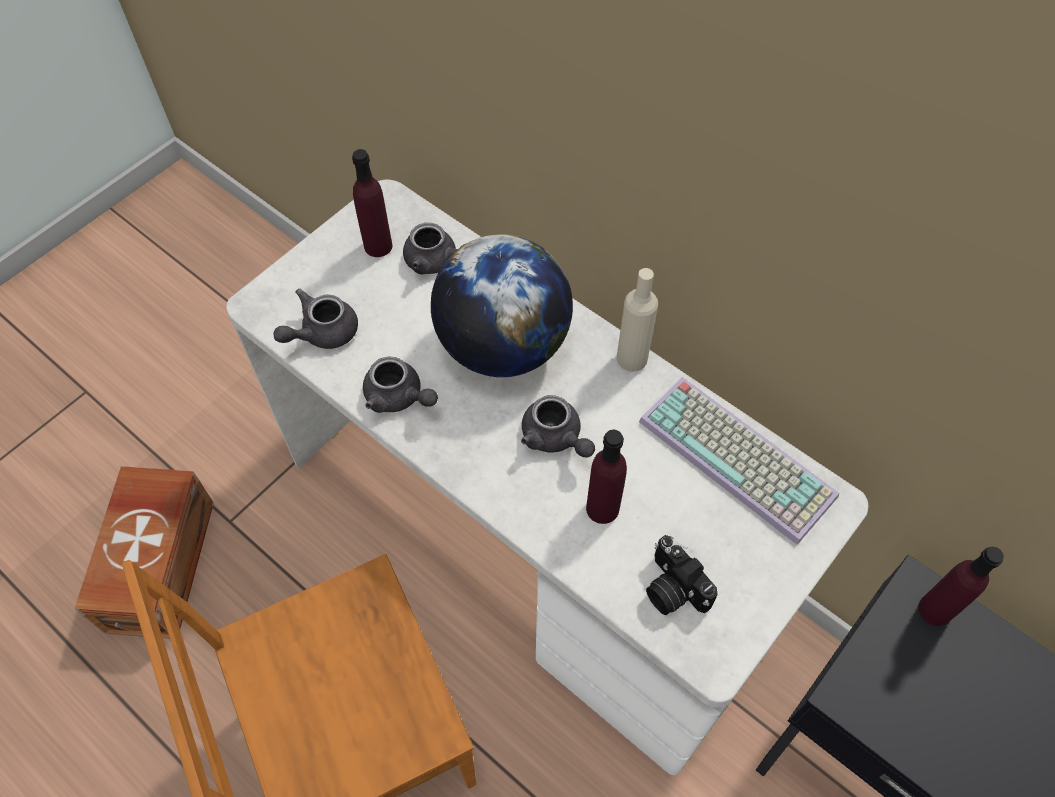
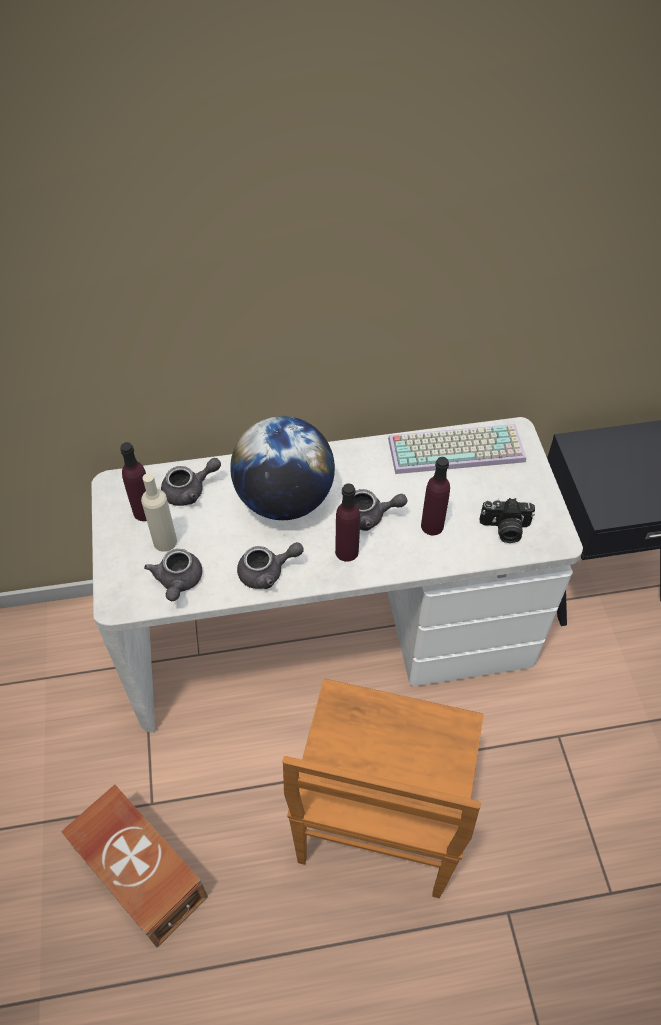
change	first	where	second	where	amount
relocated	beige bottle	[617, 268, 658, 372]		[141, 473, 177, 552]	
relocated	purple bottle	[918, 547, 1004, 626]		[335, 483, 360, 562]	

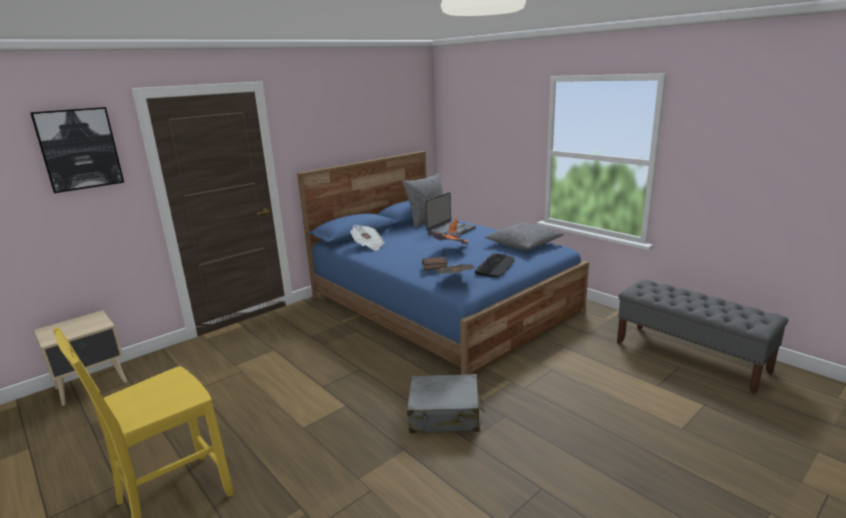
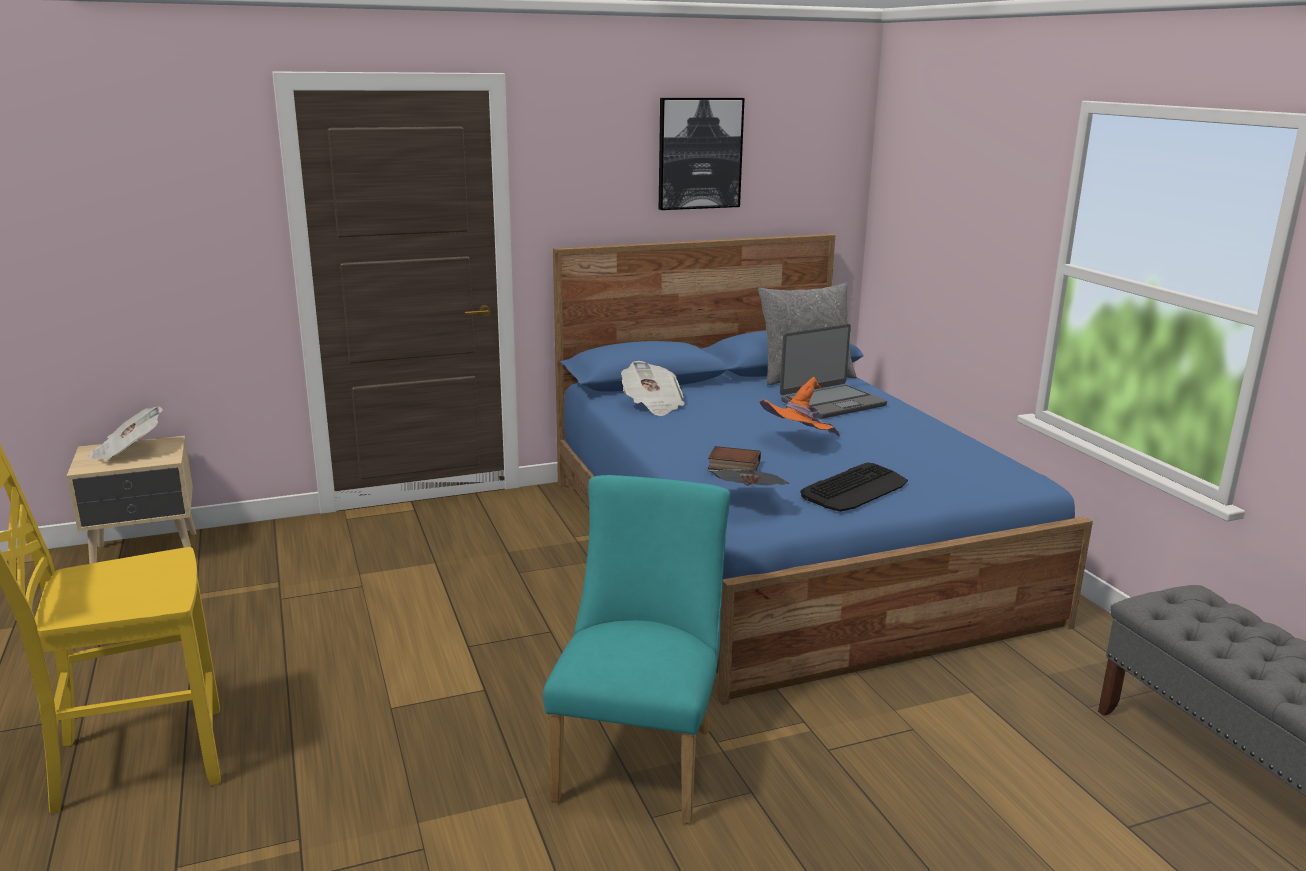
change	first	where	second	where	amount
missing	grey pillow	[485, 223, 564, 250]			
appeared			newspaper	[88, 407, 163, 461]	
relocated	picture	[30, 107, 124, 193]		[659, 98, 745, 210]	
exchanged	grey suitcase	[407, 374, 485, 433]	turquoise chair	[543, 475, 730, 823]	

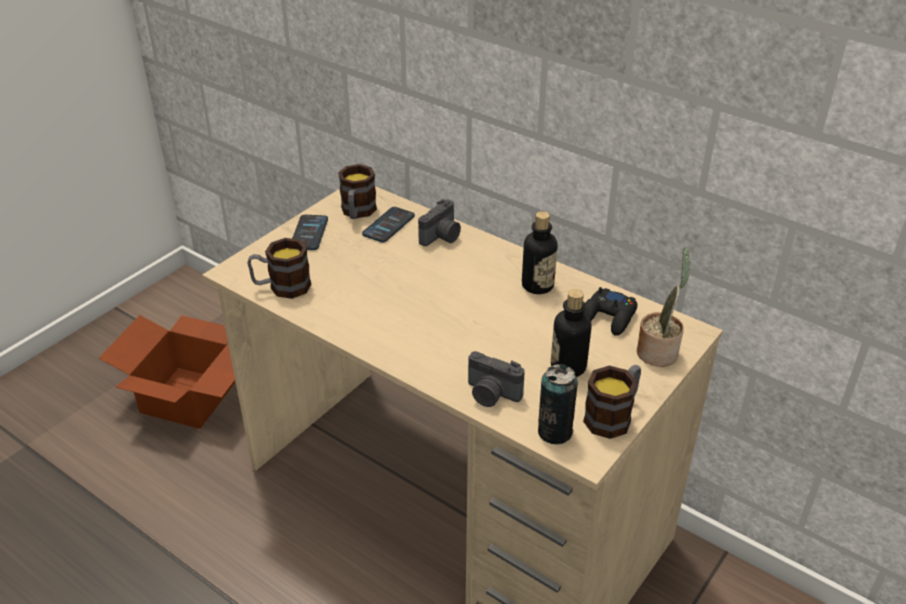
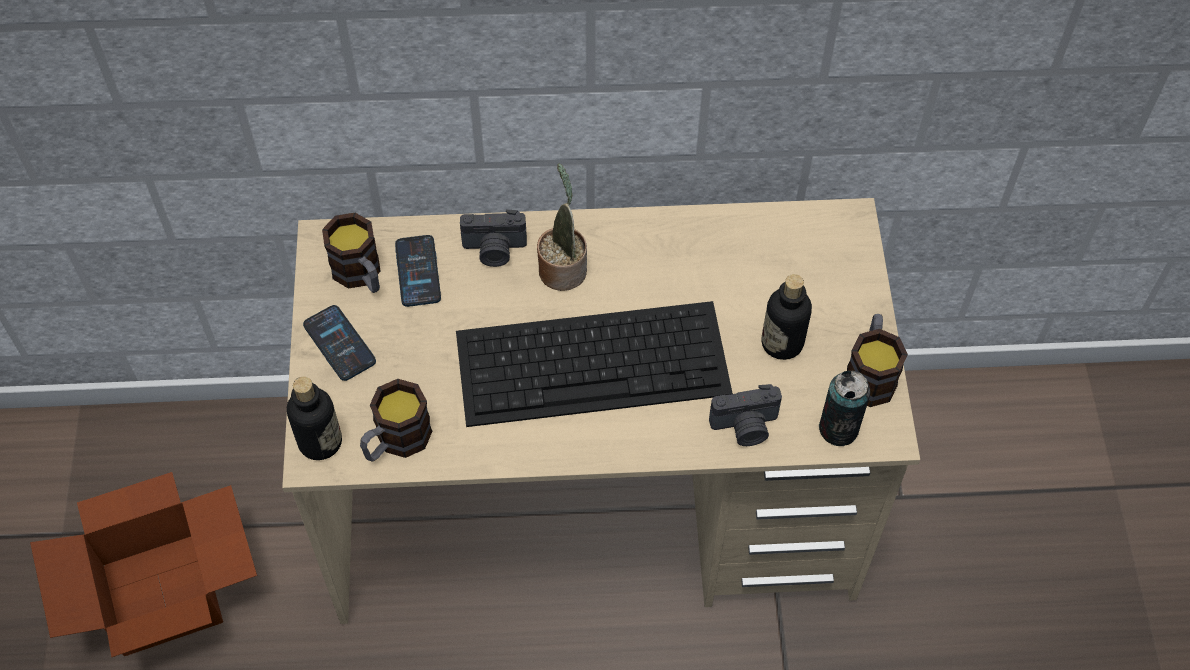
change	first	where	second	where	amount
missing	black game controller	[584, 287, 637, 336]			
appeared			keyboard	[456, 301, 733, 427]	
relocated	bottle	[522, 211, 557, 294]		[287, 377, 342, 460]	
relocated	potted plant	[637, 247, 691, 367]		[537, 163, 587, 291]	
spun	photo camera	[418, 199, 461, 246]		[460, 209, 527, 267]	90 degrees clockwise

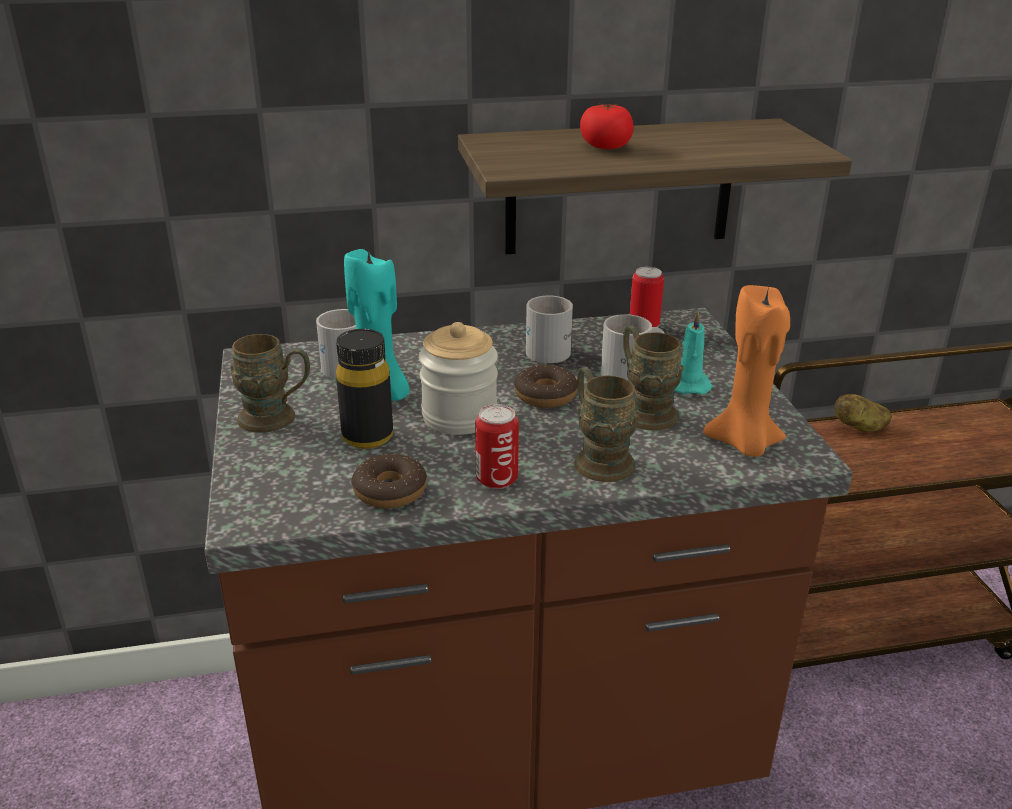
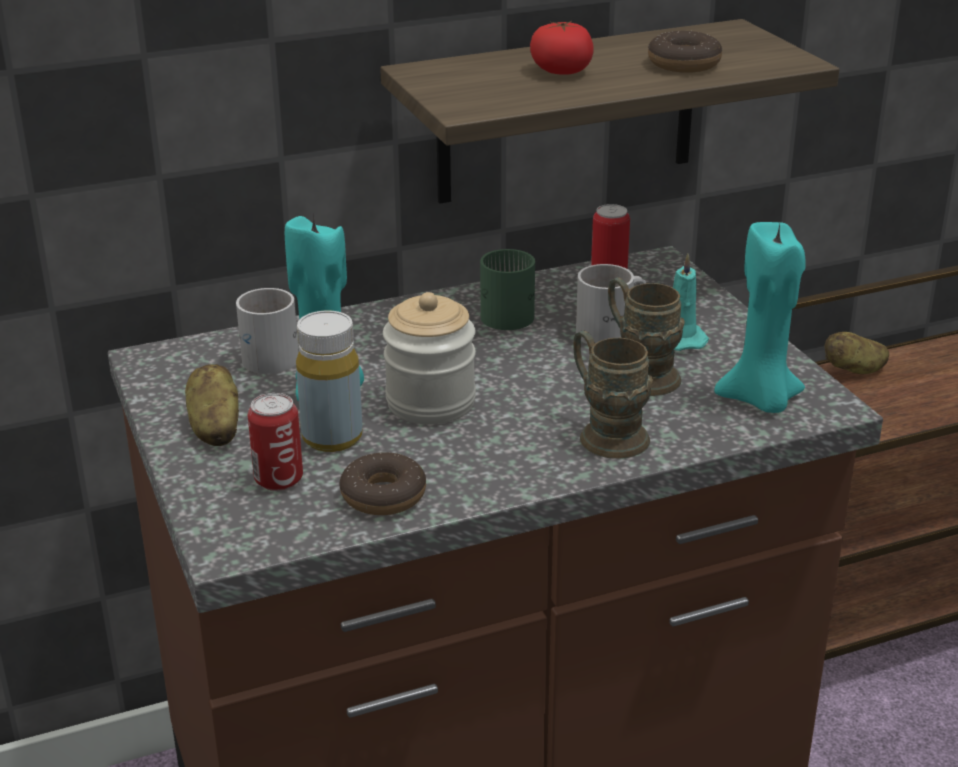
change	first	where	second	where	amount
relocated	can	[475, 404, 519, 489]		[248, 393, 303, 491]	
relocated	donut	[514, 365, 578, 408]		[648, 31, 722, 73]	
exchanged	brown mug	[231, 334, 310, 433]	potato	[185, 364, 239, 446]	
colour	black bottle	[336, 329, 393, 449]	yellow bottle	[296, 311, 363, 452]	
colour	white mug	[526, 295, 573, 363]	green mug	[480, 249, 535, 330]	
colour	orange candle	[703, 285, 790, 457]	turquoise candle	[714, 222, 806, 413]	

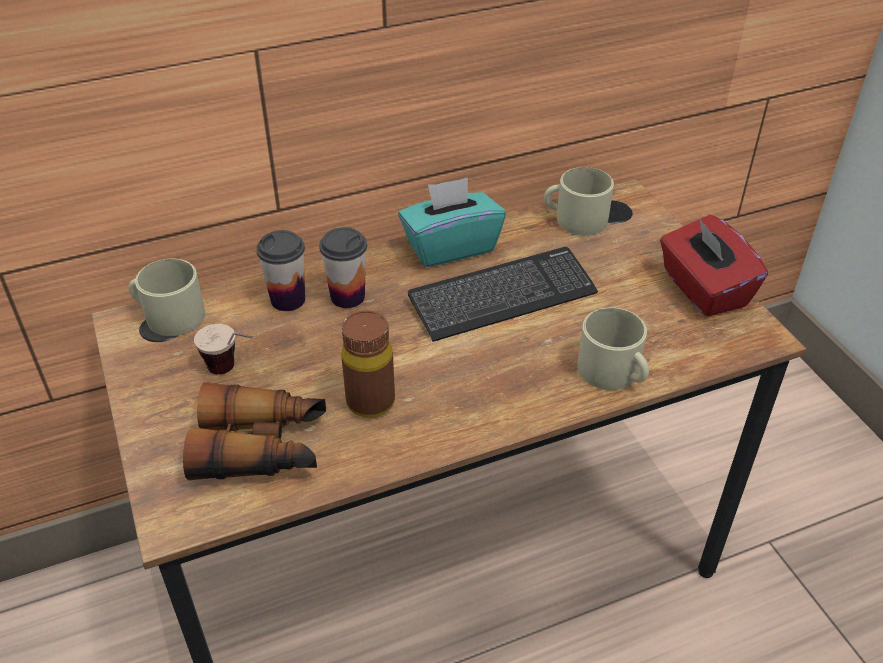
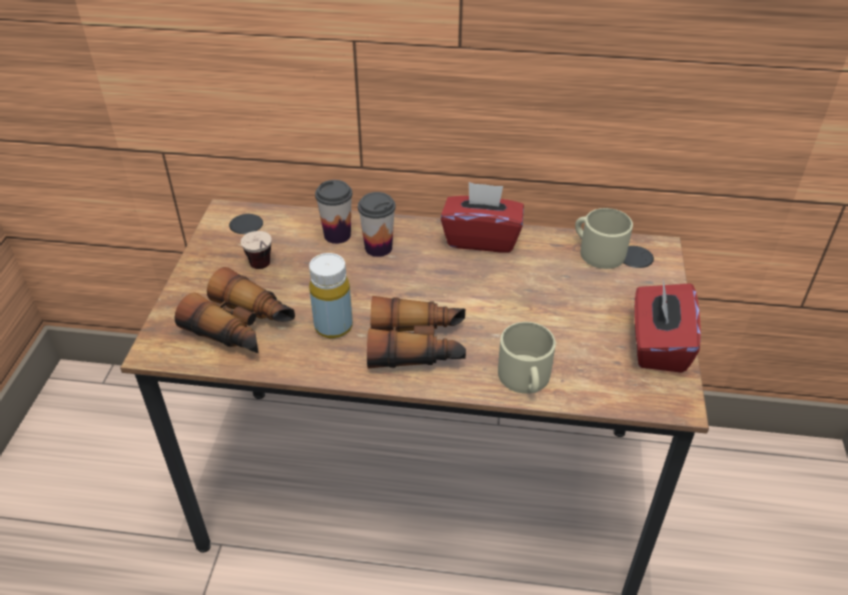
change	first	where	second	where	amount
missing	beige mug	[128, 258, 205, 336]			
missing	keyboard	[408, 247, 598, 342]			
appeared			binoculars	[367, 296, 466, 368]	
colour	brown bottle	[341, 310, 395, 418]	yellow bottle	[309, 253, 353, 338]	
colour	turquoise tissue box	[398, 177, 506, 267]	red tissue box	[441, 182, 524, 253]	

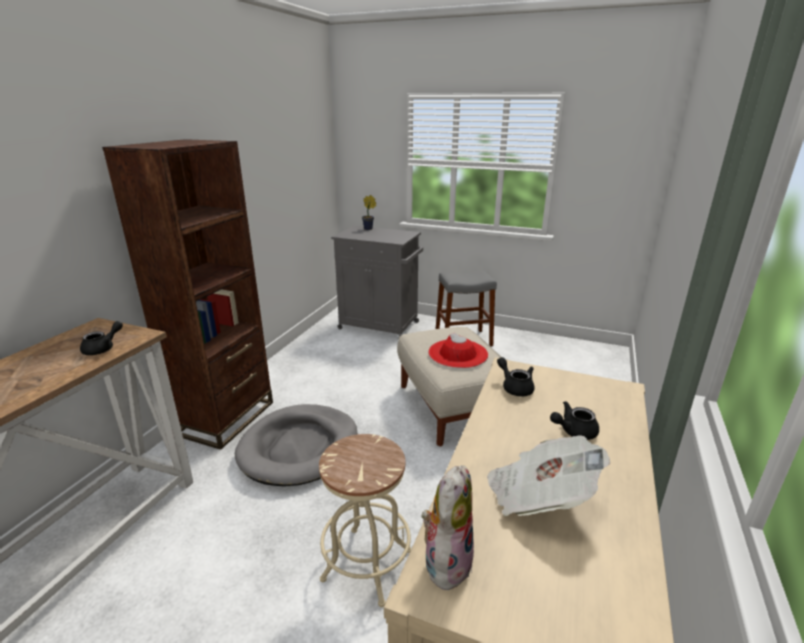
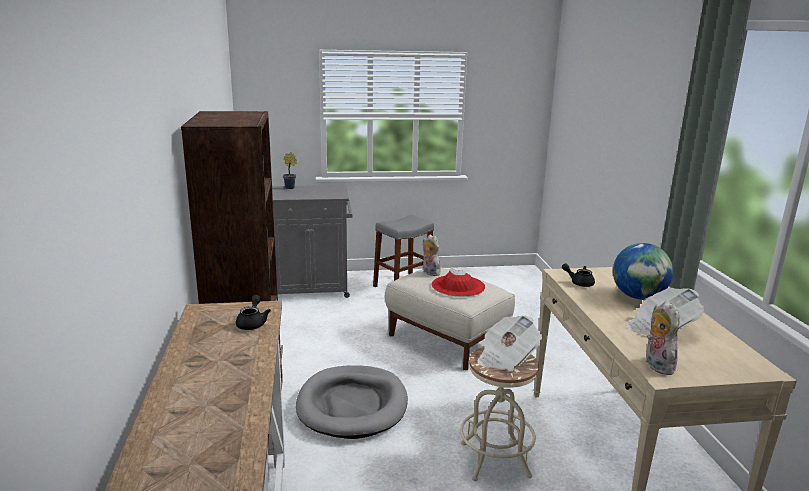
change	first	where	second	where	amount
appeared			plush toy	[423, 234, 440, 276]	
appeared			newspaper	[477, 316, 542, 371]	
exchanged	black teapot	[550, 401, 599, 440]	globe	[613, 243, 673, 300]	

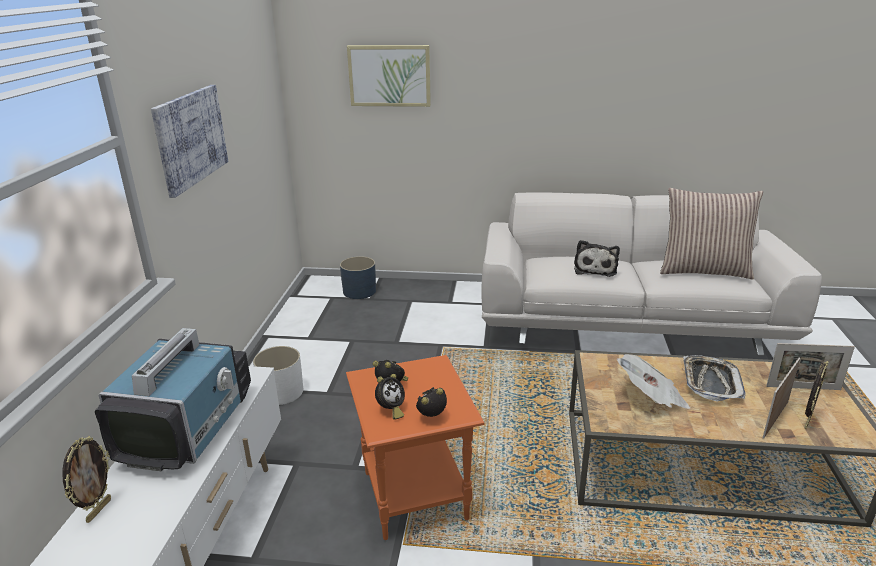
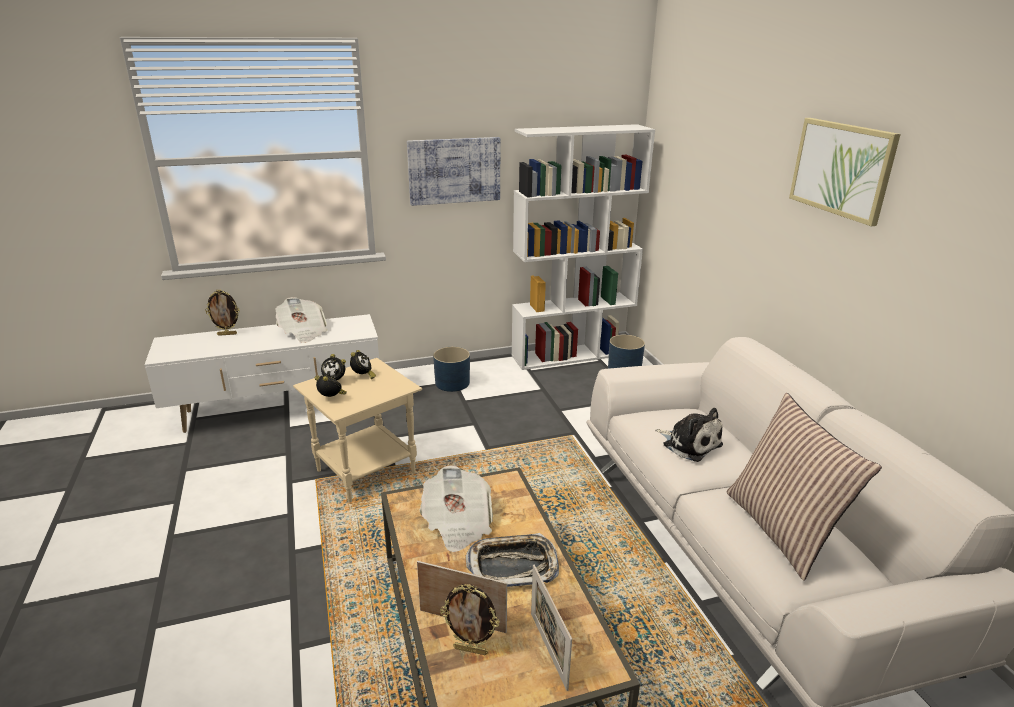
change	first	where	second	where	amount
appeared			white bookcase	[512, 124, 655, 370]	
relocated	picture	[347, 45, 431, 107]		[789, 118, 901, 226]	
exchanged	television	[95, 328, 251, 472]	newspaper	[275, 297, 328, 343]	
colour	white planter	[253, 346, 303, 405]	blue planter	[433, 347, 470, 392]	
colour	orange side table	[346, 355, 484, 540]	beige side table	[293, 358, 422, 503]	
spun	plush toy	[574, 240, 620, 277]		[655, 408, 723, 462]	120 degrees counterclockwise

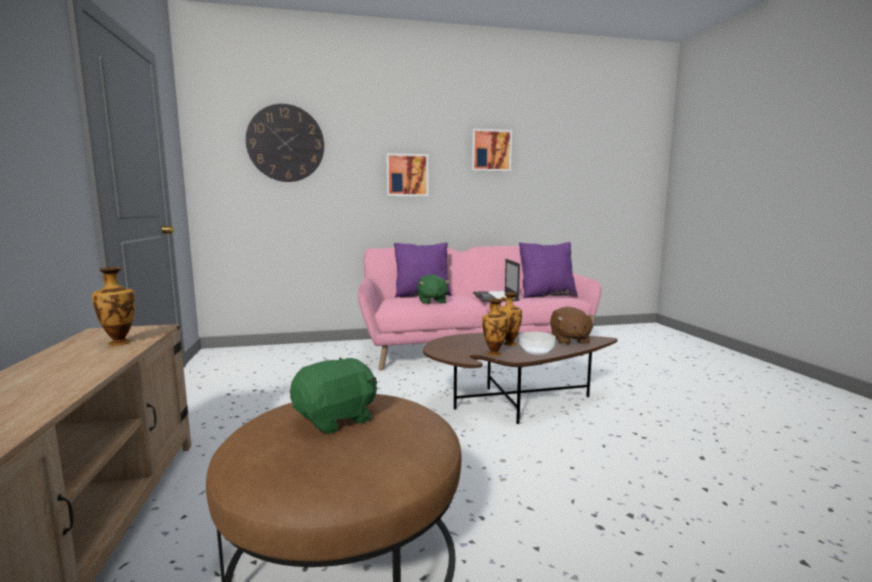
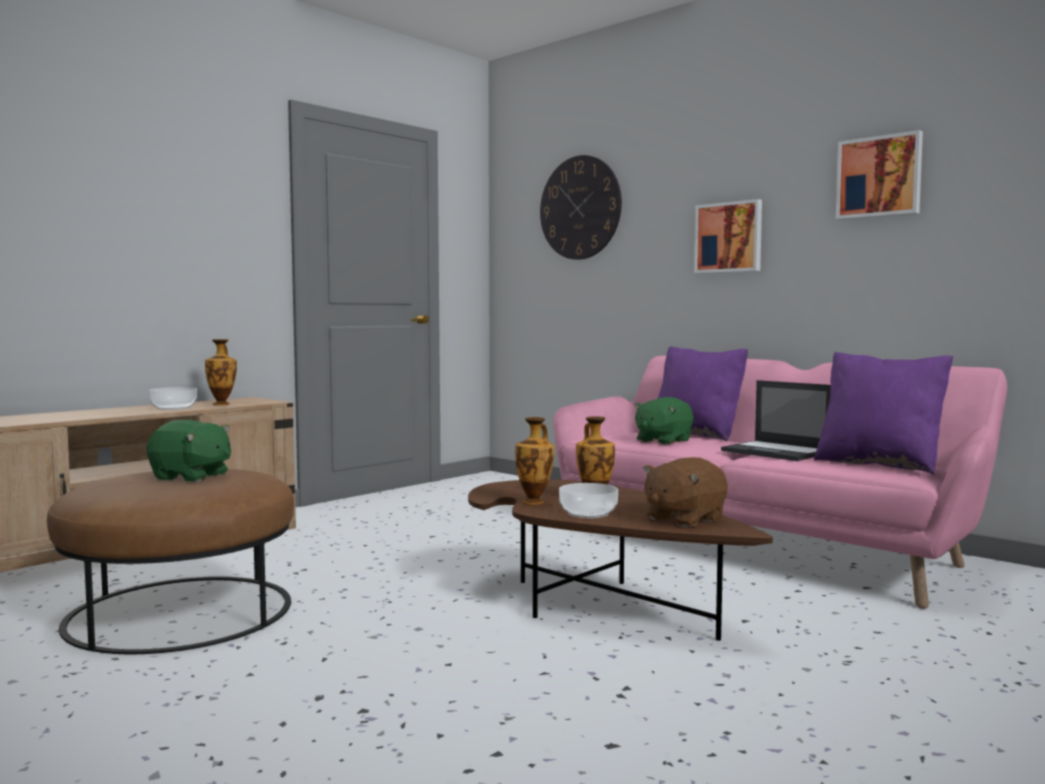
change	first	where	second	where	amount
appeared			bowl	[149, 387, 197, 410]	
spun	laptop	[473, 259, 520, 302]		[721, 380, 831, 461]	90 degrees counterclockwise

